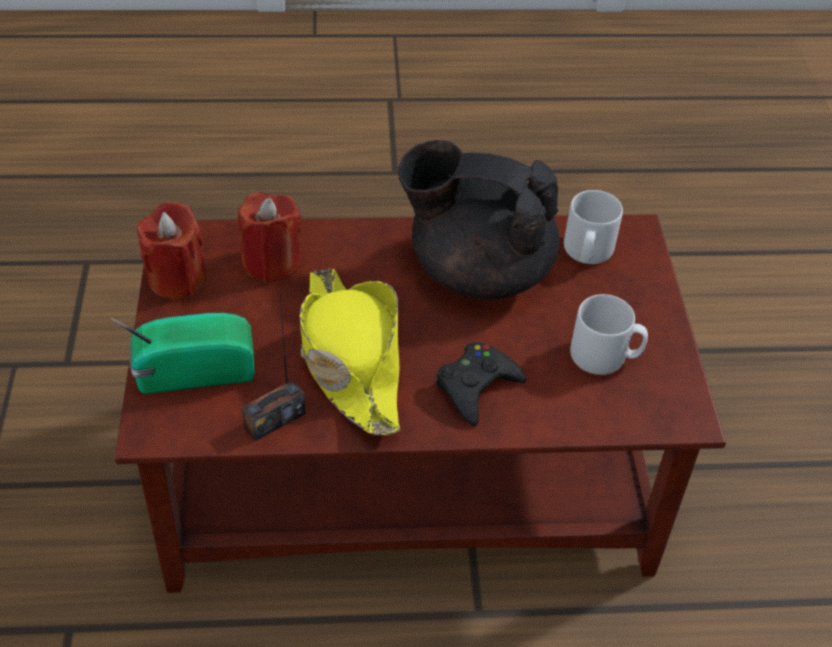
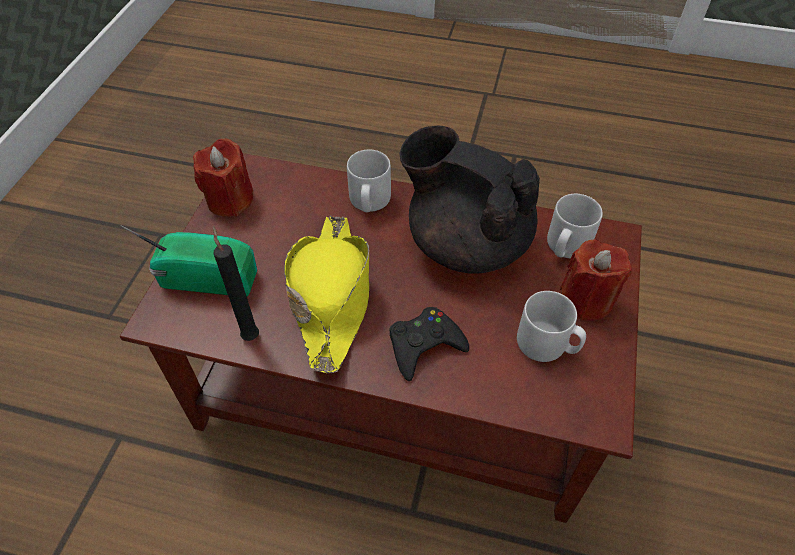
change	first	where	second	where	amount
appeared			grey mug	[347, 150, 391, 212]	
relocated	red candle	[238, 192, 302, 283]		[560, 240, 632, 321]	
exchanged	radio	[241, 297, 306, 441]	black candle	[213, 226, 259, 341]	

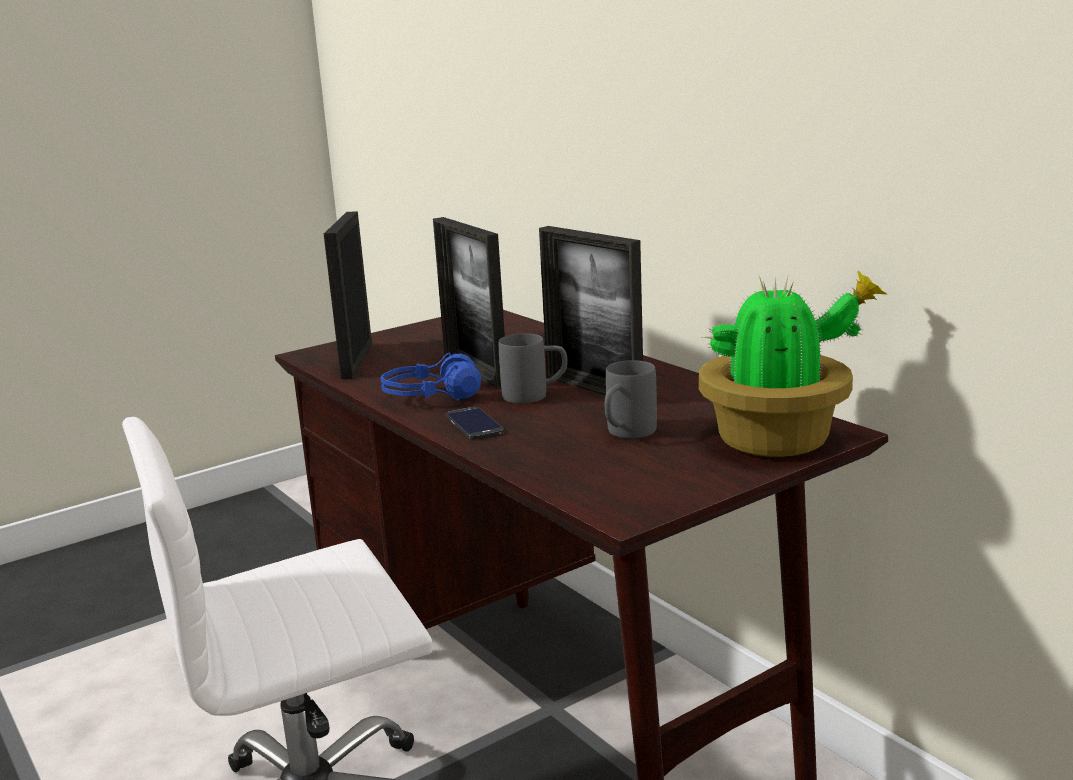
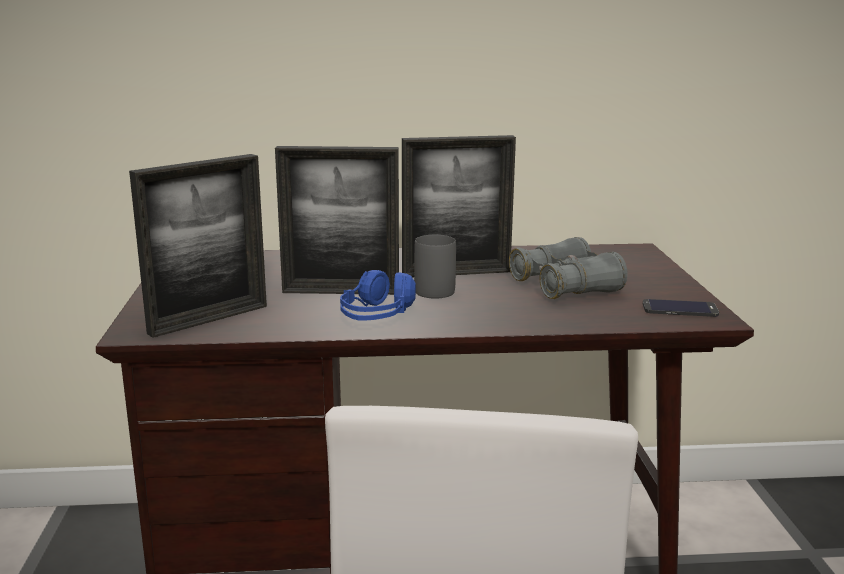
change	first	where	second	where	amount
missing	potted plant	[699, 271, 887, 457]			
relocated	phone	[446, 407, 504, 440]		[643, 299, 719, 317]	
exchanged	grey mug	[605, 360, 657, 438]	grey binoculars	[509, 237, 627, 299]	
spun	picture frame	[324, 211, 372, 379]		[129, 154, 267, 338]	75 degrees counterclockwise

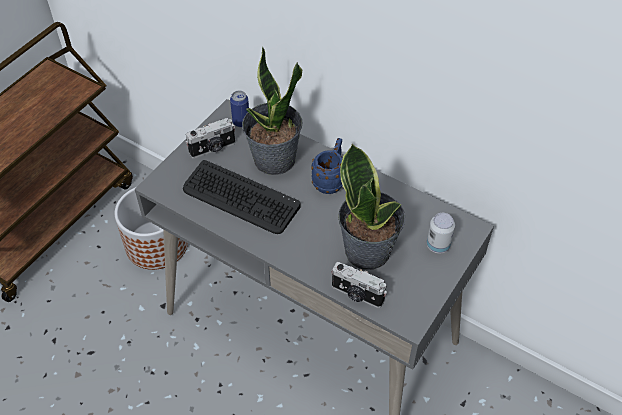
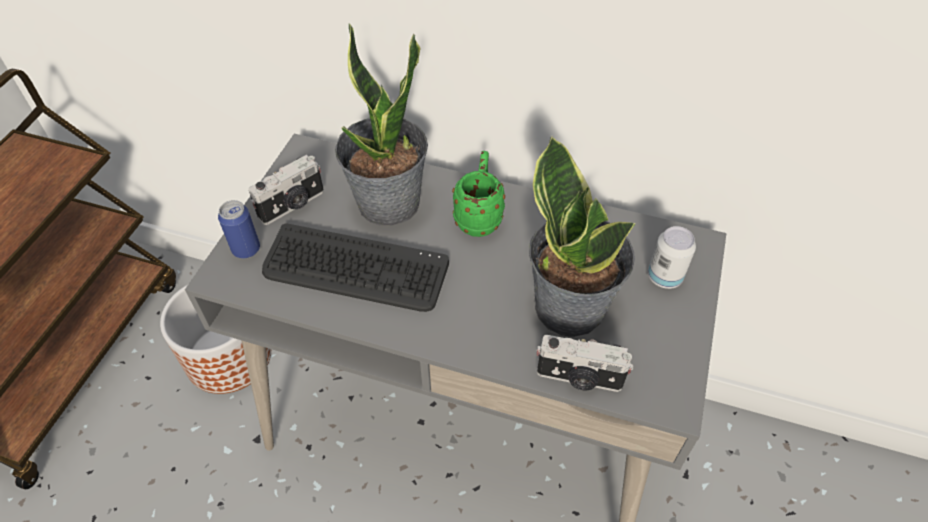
change	first	where	second	where	amount
relocated	can	[230, 90, 249, 127]		[218, 200, 260, 259]	
colour	blue mug	[312, 138, 343, 194]	green mug	[452, 151, 505, 237]	

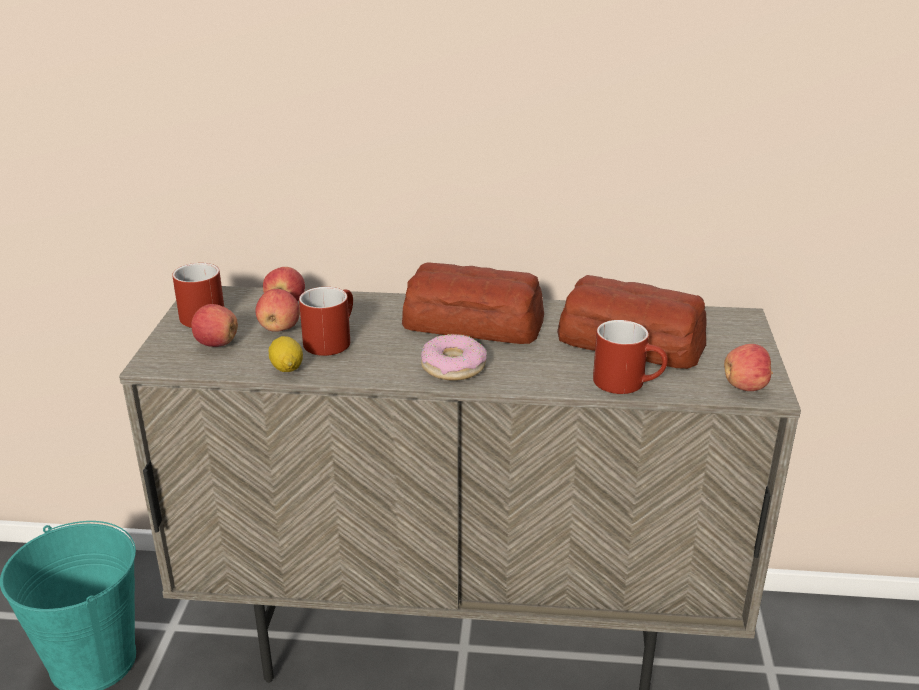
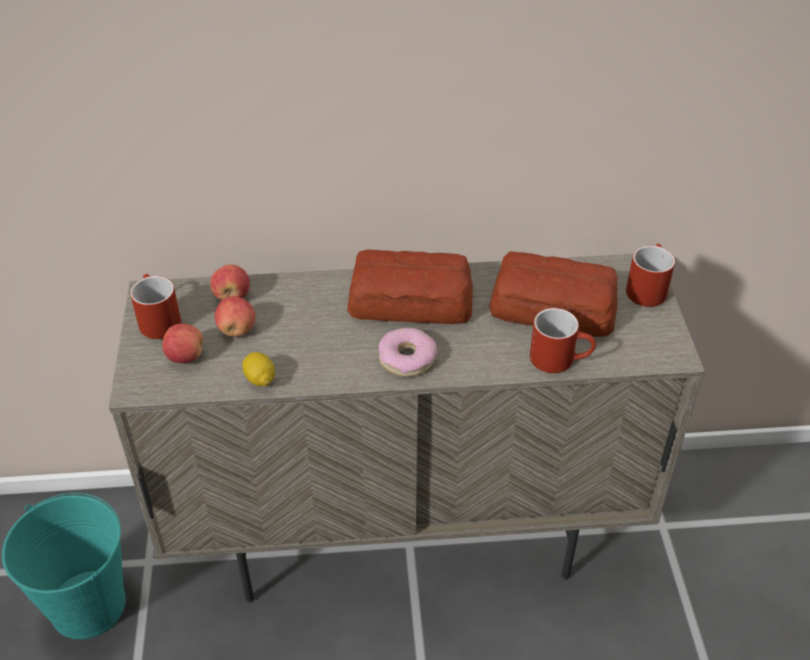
change	first	where	second	where	amount
missing	apple	[724, 344, 773, 391]			
relocated	red mug	[299, 287, 353, 356]		[626, 244, 675, 307]	

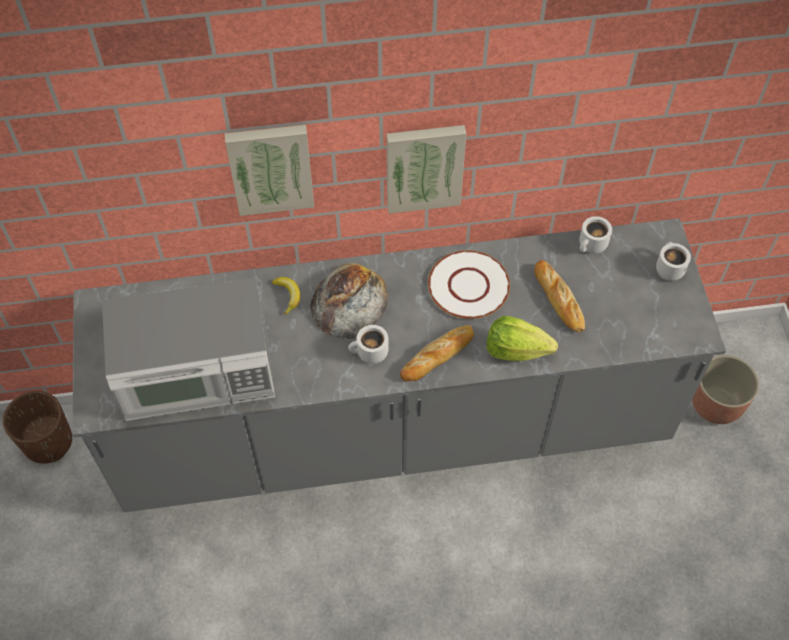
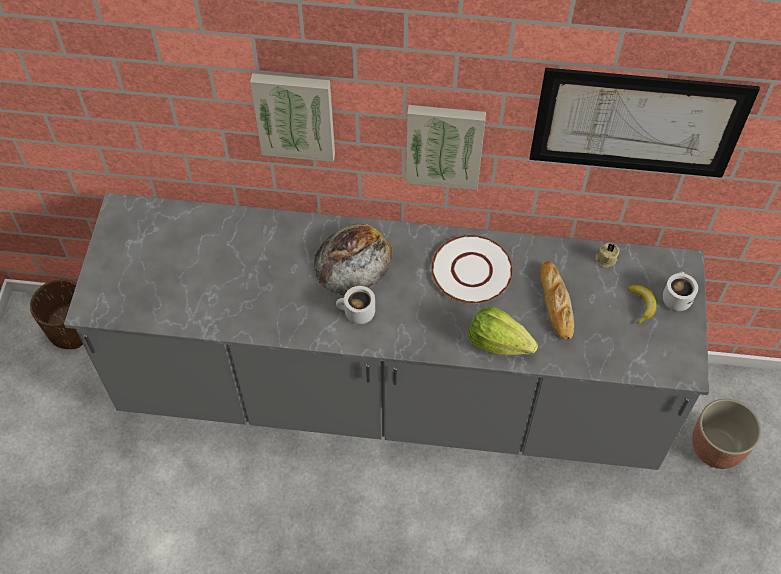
change	first	where	second	where	amount
missing	microwave	[102, 278, 275, 421]			
missing	bread	[400, 325, 474, 382]			
appeared			picture	[529, 68, 760, 178]	
relocated	banana	[272, 277, 301, 315]		[628, 285, 657, 324]	
exchanged	white mug	[579, 216, 612, 254]	beige candle	[595, 243, 620, 268]	

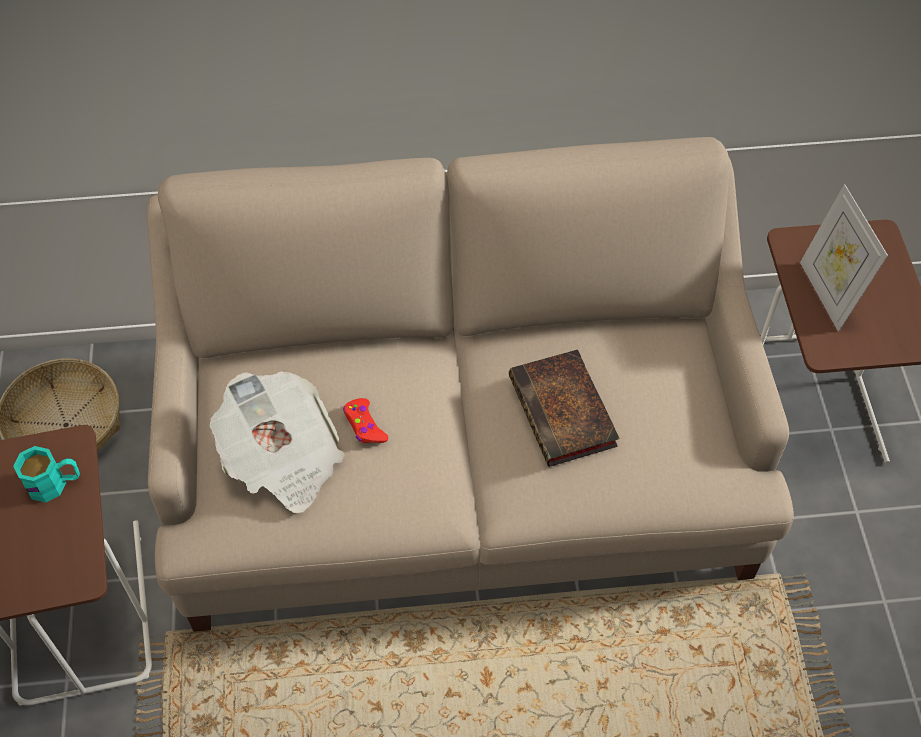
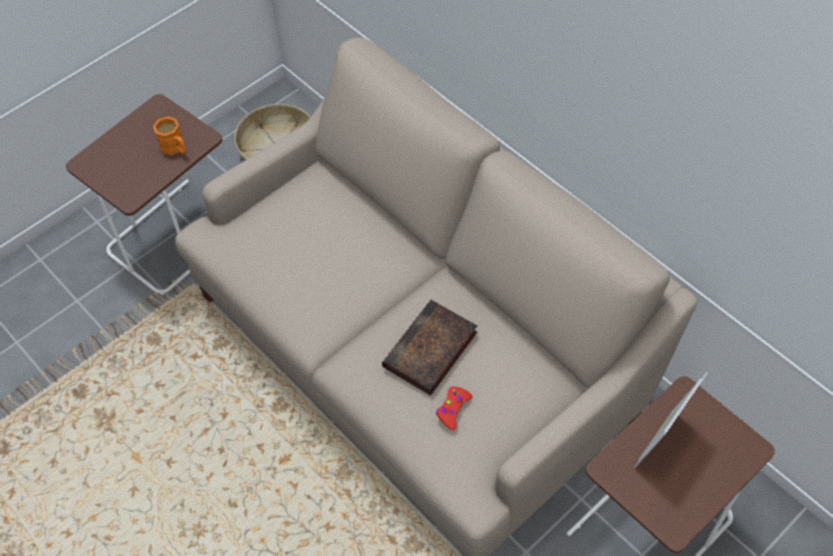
change	first	where	second	where	amount
missing	newspaper	[210, 371, 345, 513]			
relocated	red game controller	[343, 398, 388, 443]		[436, 386, 473, 430]	
colour	turquoise mug	[13, 446, 80, 503]	orange mug	[153, 116, 186, 155]	

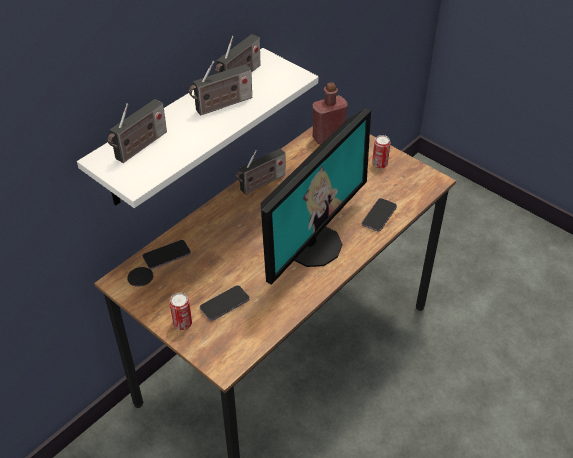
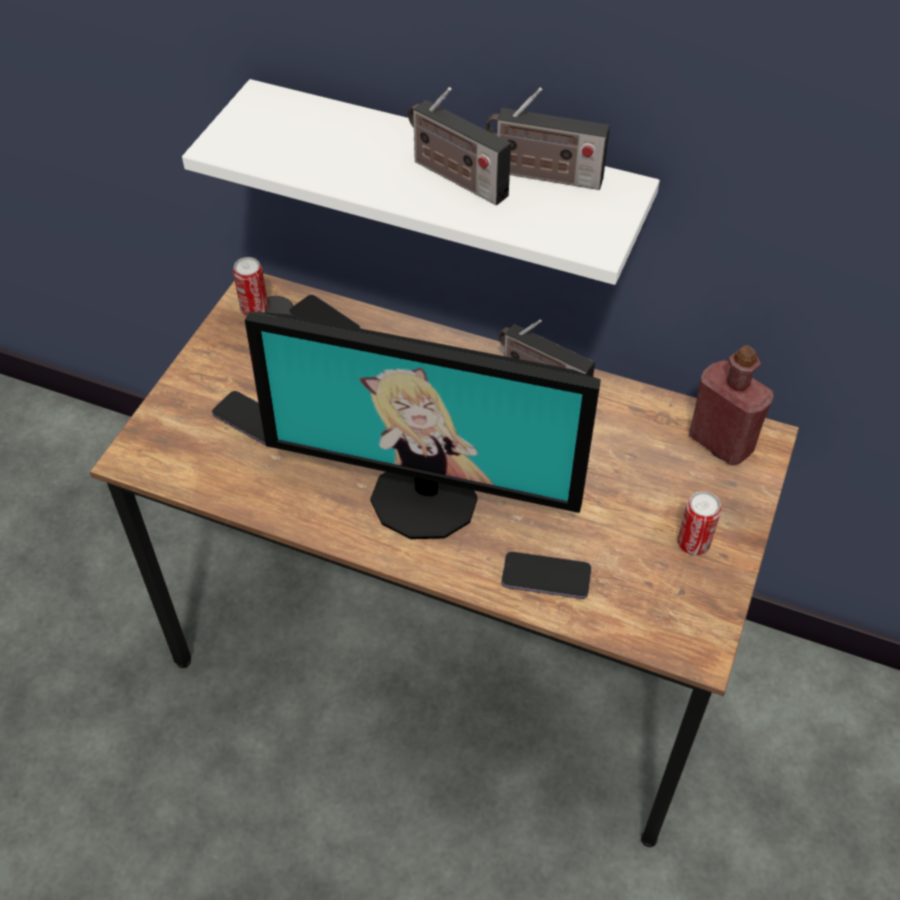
change	first	where	second	where	amount
missing	radio	[108, 99, 167, 163]			
relocated	can	[170, 293, 192, 330]		[233, 257, 268, 316]	

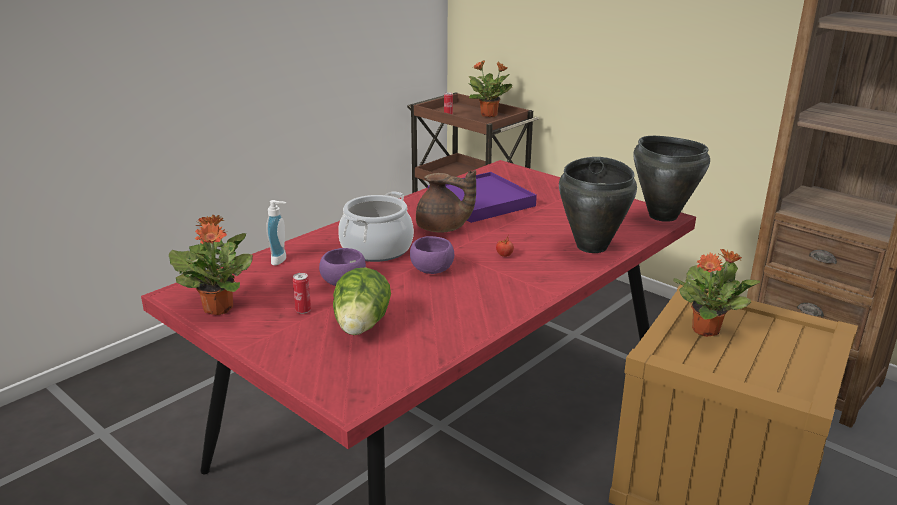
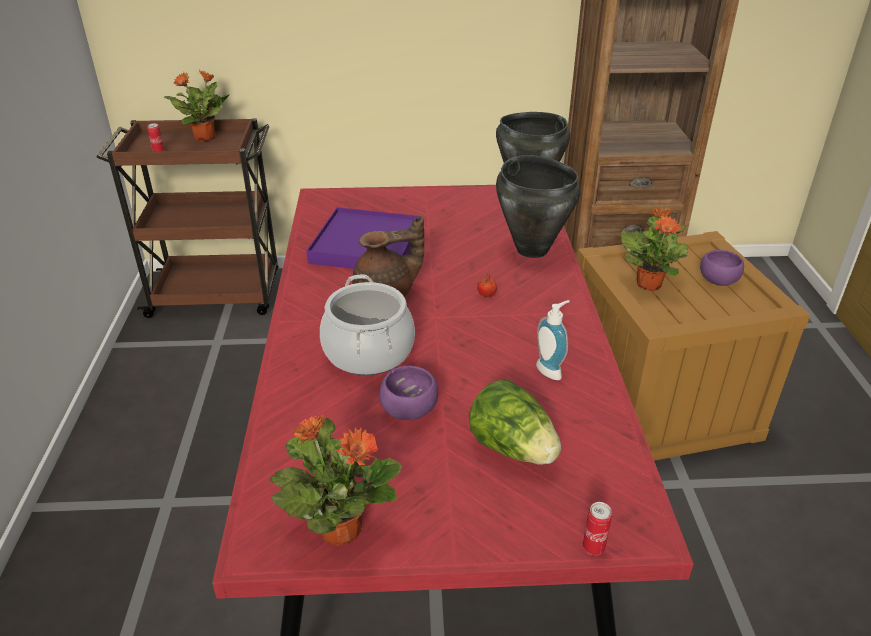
change	first	where	second	where	amount
relocated	soap dispenser	[266, 200, 286, 265]		[536, 300, 570, 380]	
relocated	can	[293, 273, 311, 314]		[583, 502, 612, 555]	
relocated	purple bowl	[410, 236, 454, 274]		[700, 250, 744, 286]	

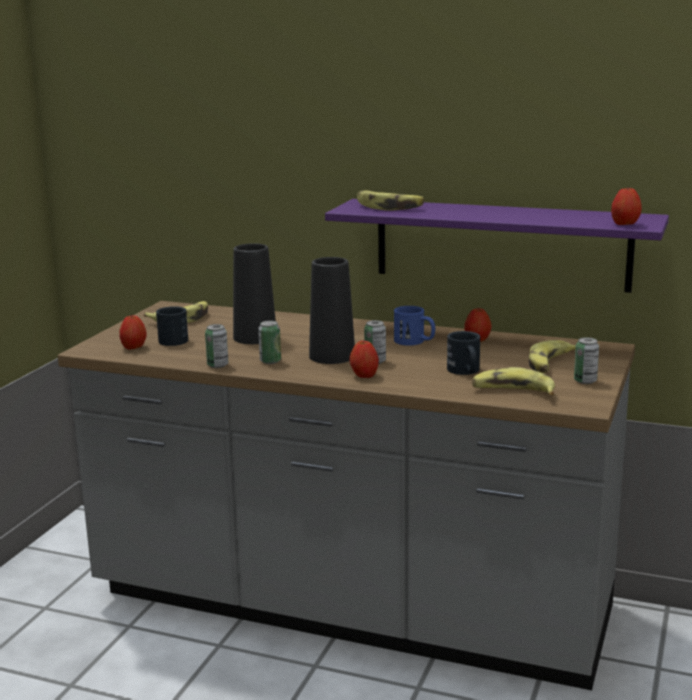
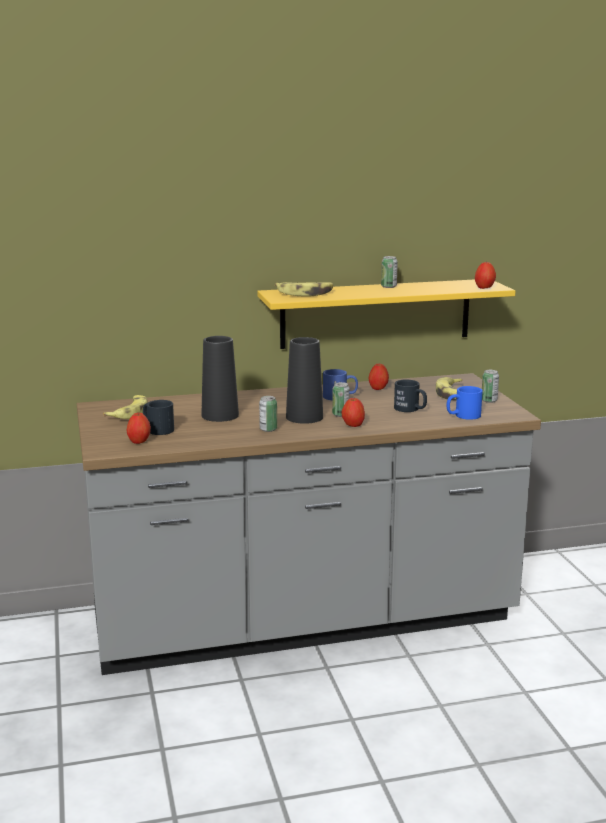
change	first	where	second	where	amount
relocated	can	[205, 324, 228, 368]		[381, 256, 398, 288]	
exchanged	banana	[472, 367, 555, 395]	blue mug	[447, 386, 483, 420]	
colour	purple shelf	[325, 199, 669, 293]	yellow shelf	[257, 279, 515, 349]	

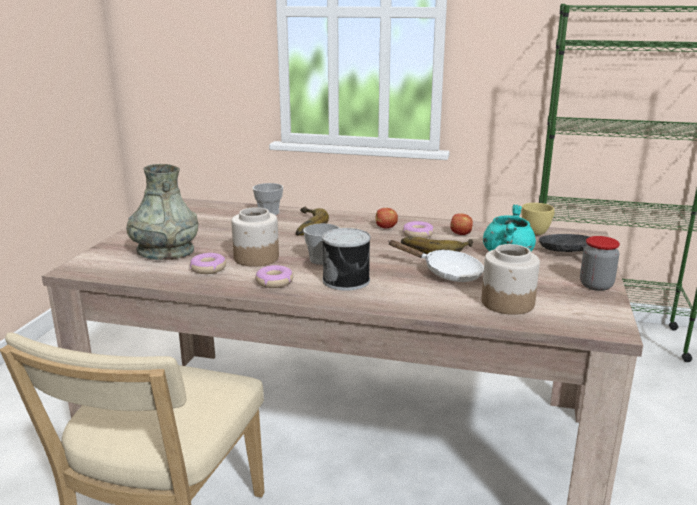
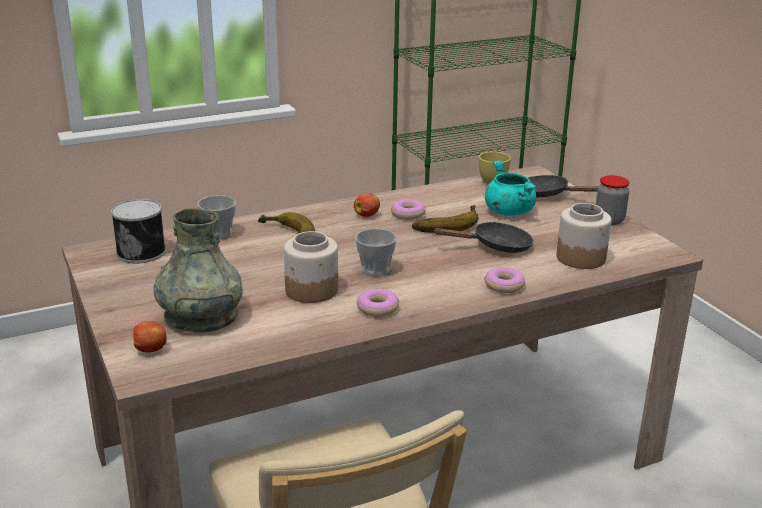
change	first	where	second	where	amount
relocated	donut	[190, 253, 226, 274]		[484, 267, 525, 293]	
relocated	can	[322, 228, 370, 291]		[111, 199, 166, 264]	
relocated	apple	[450, 213, 473, 235]		[133, 321, 167, 353]	
colour	white frying pan	[388, 240, 484, 282]	black frying pan	[433, 222, 534, 253]	

